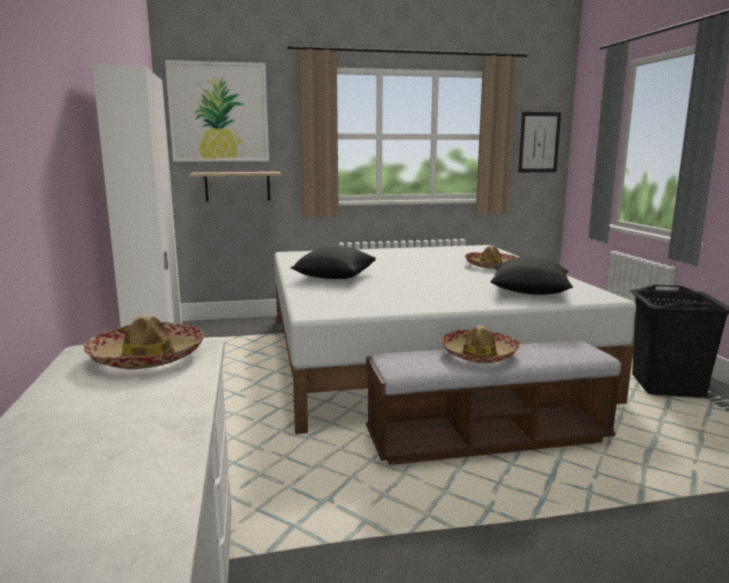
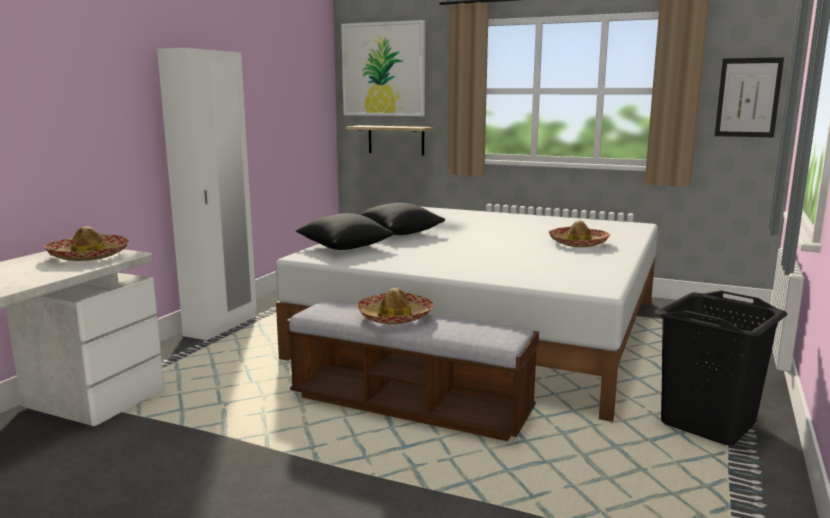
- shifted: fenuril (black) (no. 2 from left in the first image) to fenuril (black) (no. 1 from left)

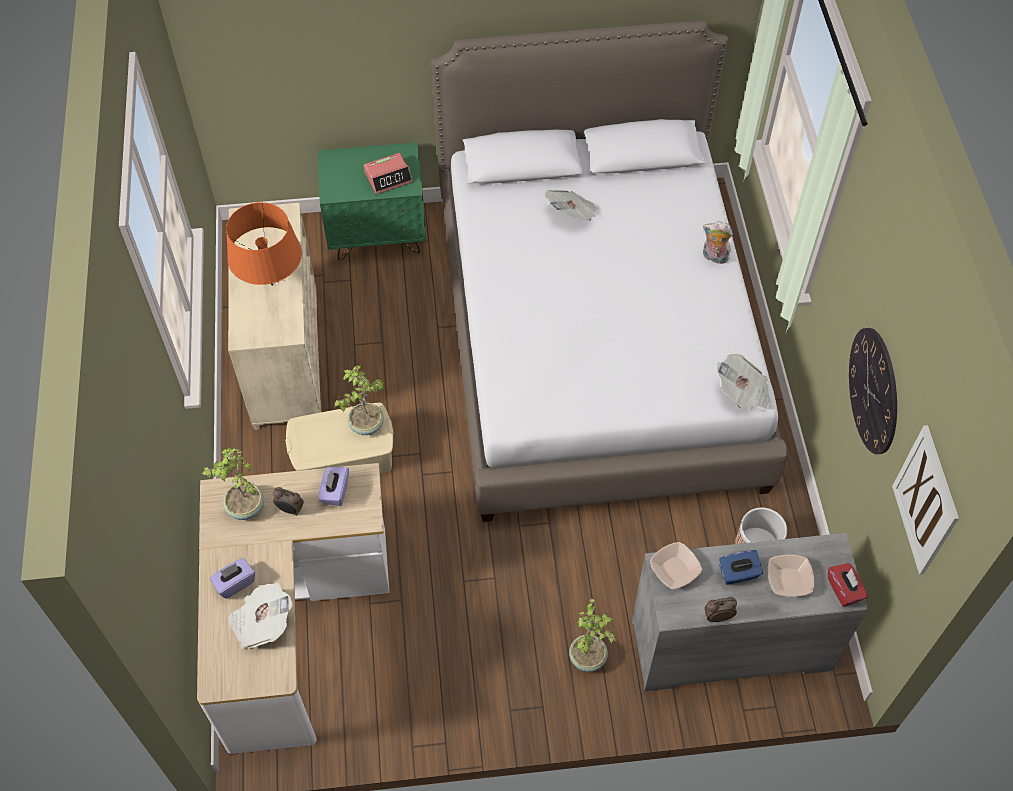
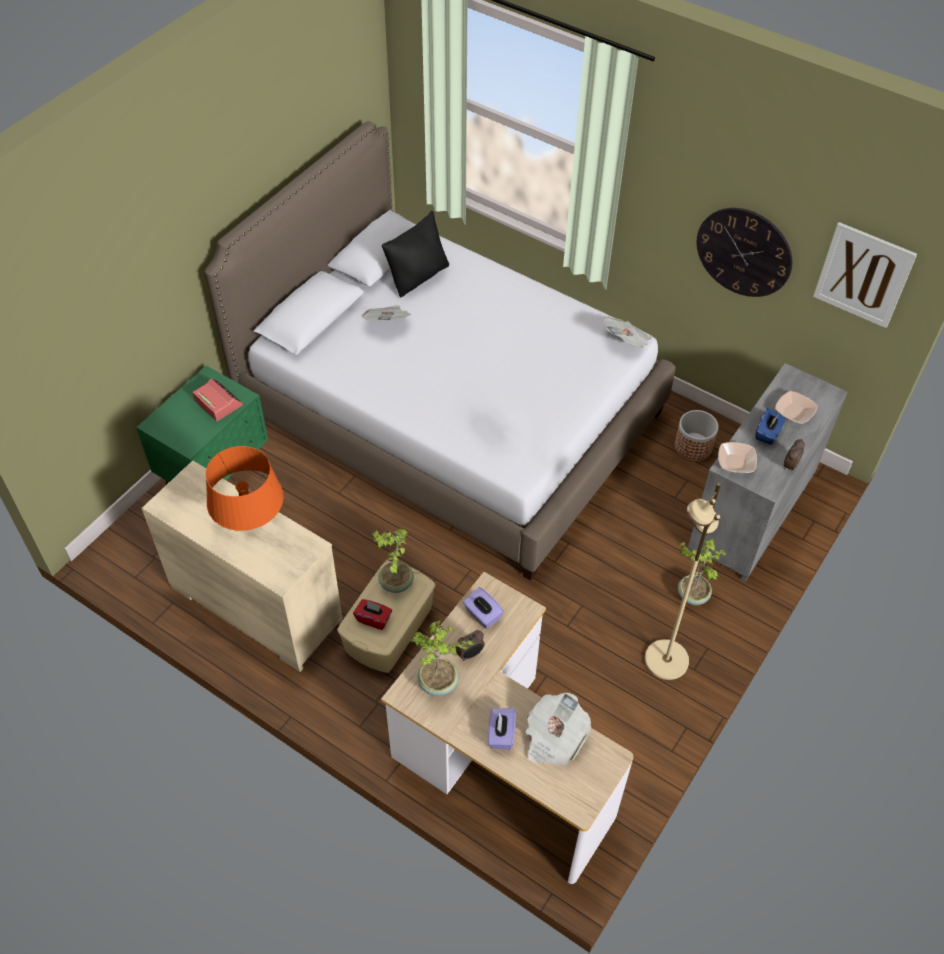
- gone: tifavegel
- new: fenuril (black)
- new: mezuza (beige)
- shifted: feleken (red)
- rotated: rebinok (no. 2 from left in the first image) 60 degrees counterclockwise

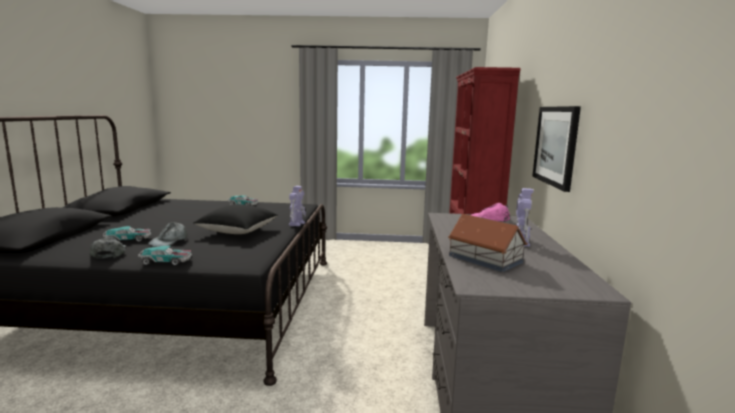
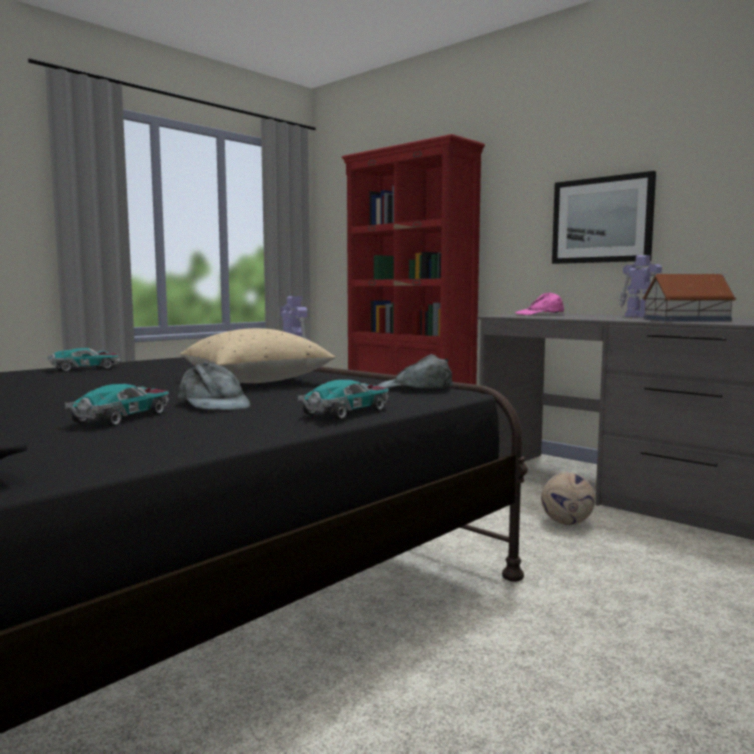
- new: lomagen
- shifted: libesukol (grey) (no. 1 from left in the first image) to libesukol (grey) (no. 2 from left)
- repainted: fenuril (black) to fenuril (beige)

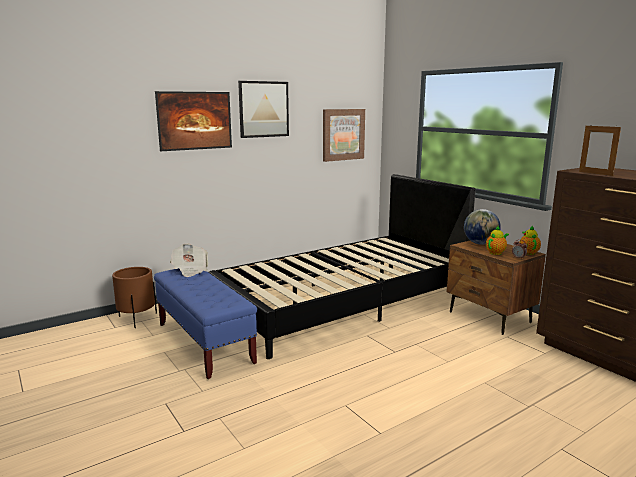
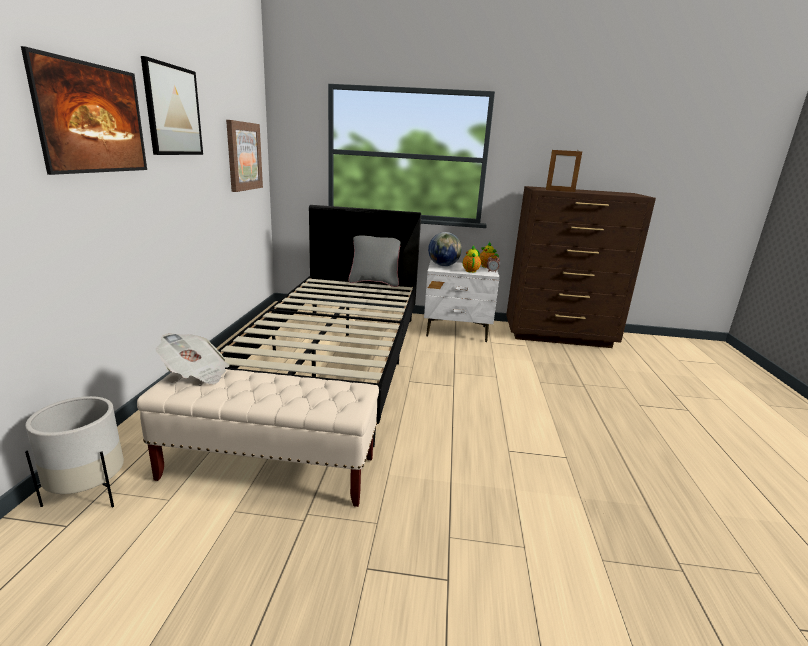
- new: fenuril (grey)
- repainted: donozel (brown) to donozel (white)
- repainted: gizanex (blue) to gizanex (beige)
- repainted: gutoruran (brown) to gutoruran (white)

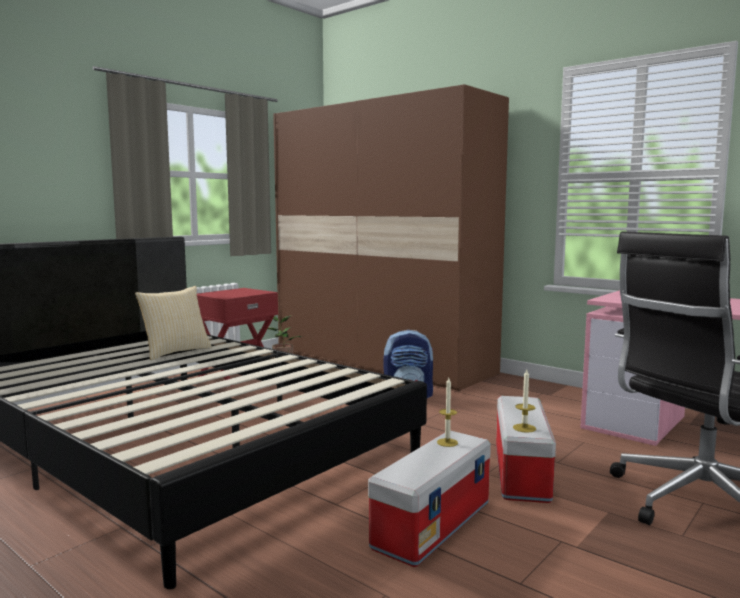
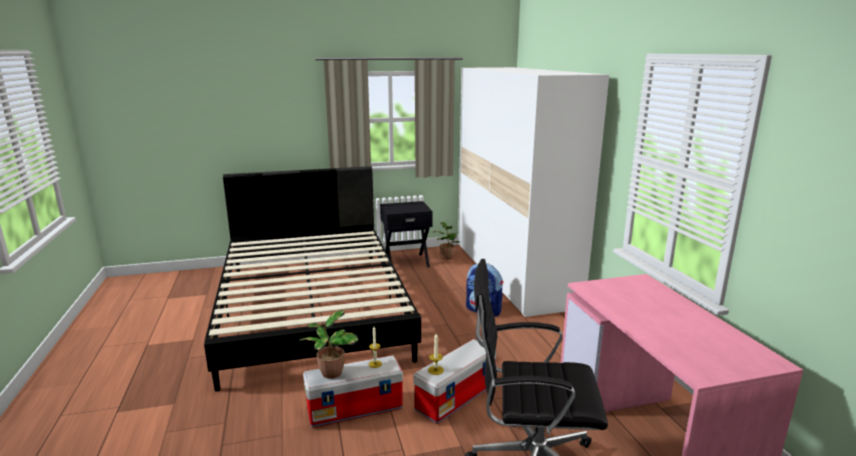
- gone: fenuril
- new: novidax (no. 1 from left)
- repainted: gutoruran (red) to gutoruran (black)
- repainted: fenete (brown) to fenete (white)

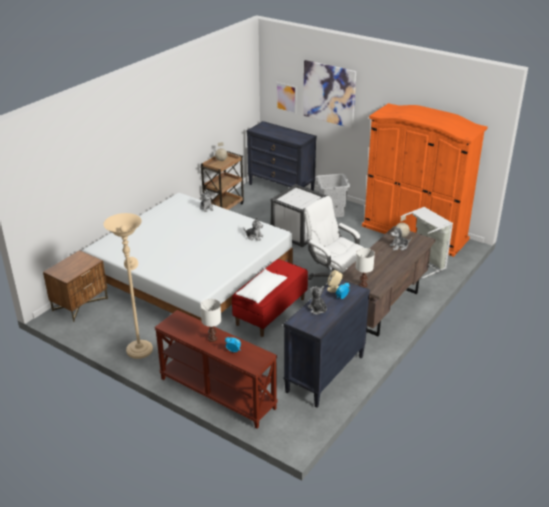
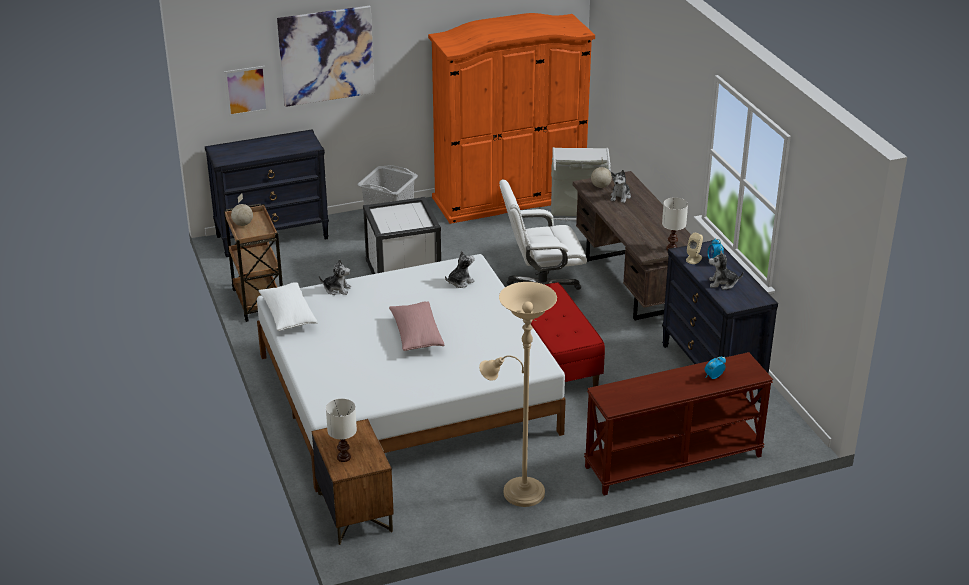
- new: fenuril (pink)
- shifted: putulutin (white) (no. 1 from left)
- shifted: fenuril (white)

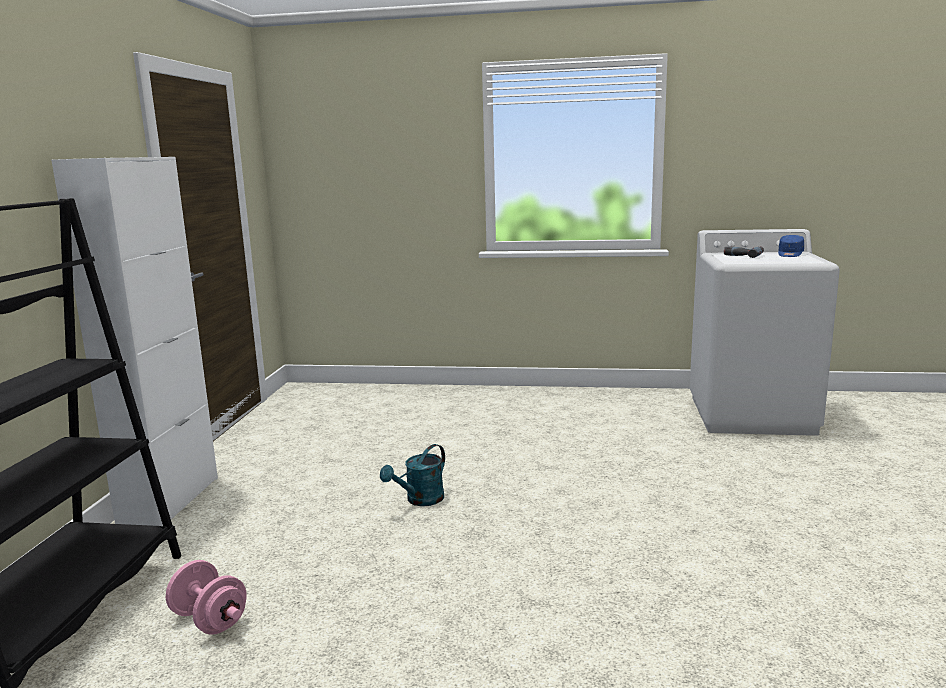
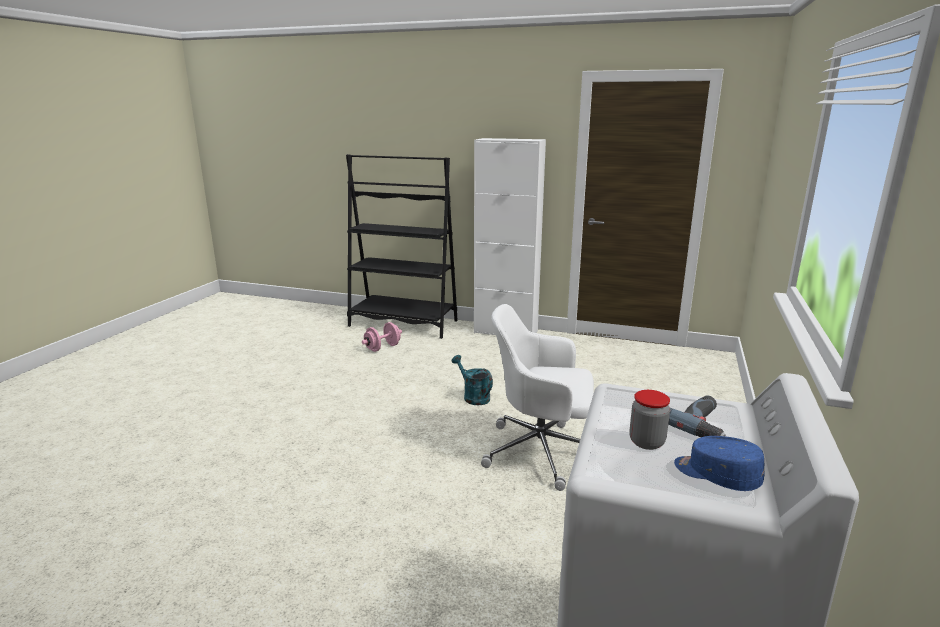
- new: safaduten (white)
- new: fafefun

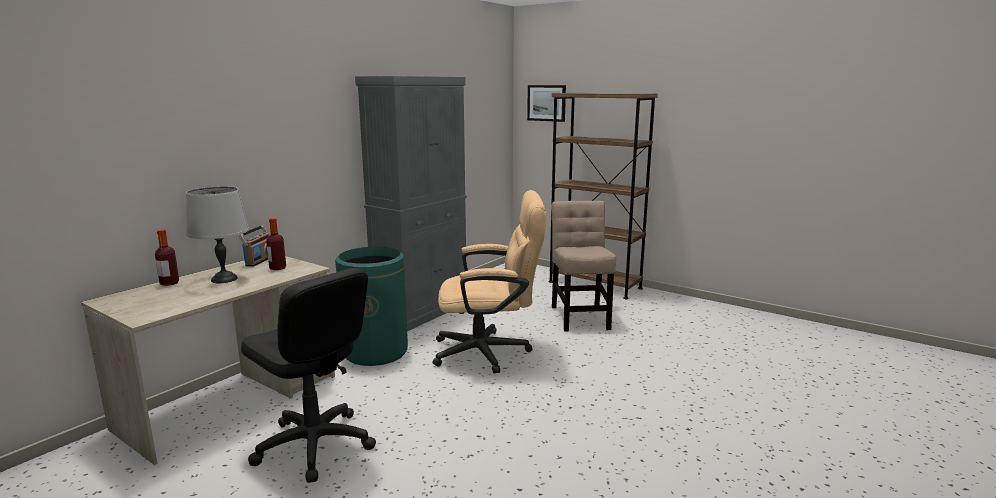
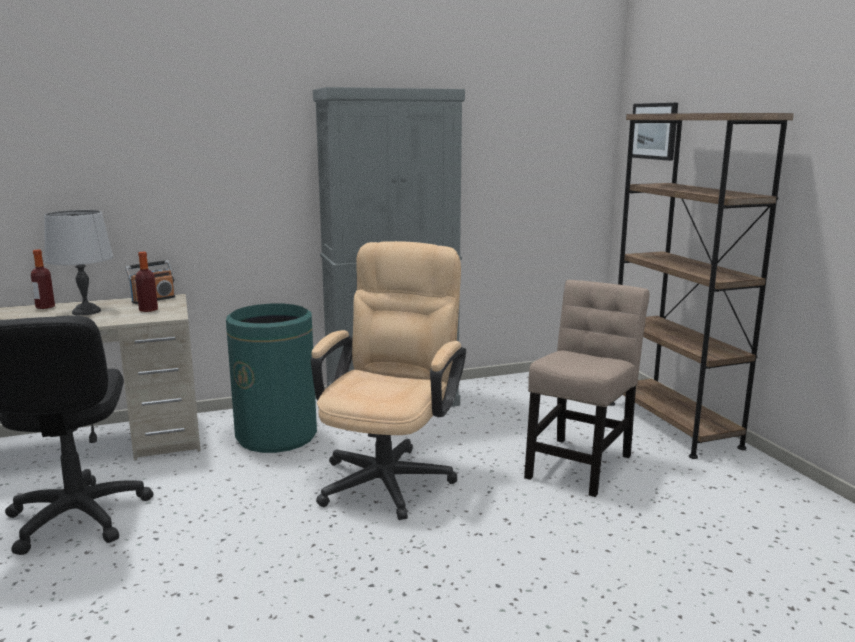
- rotated: safaduten (beige) 105 degrees counterclockwise

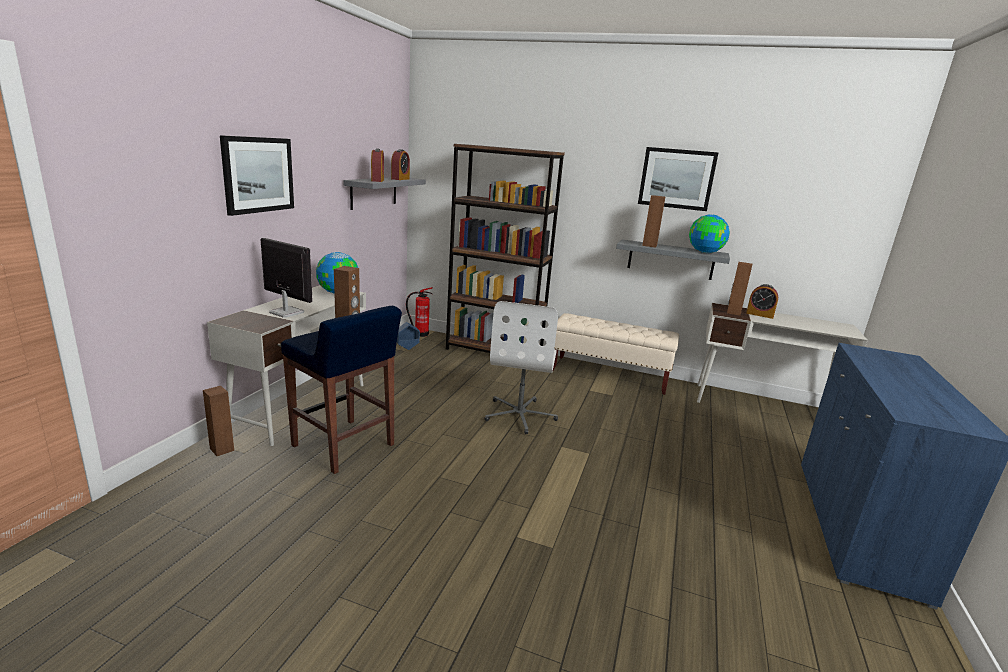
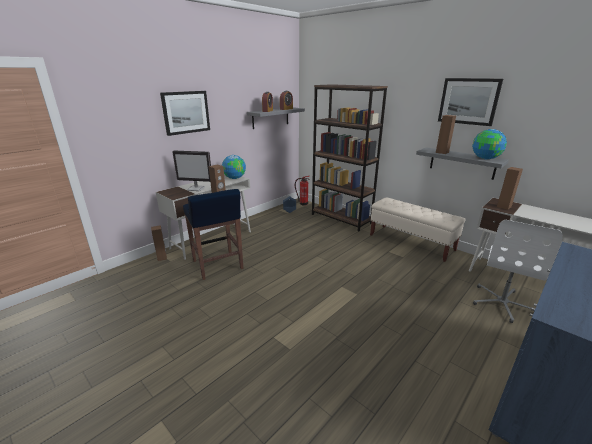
- gone: rebinok (no. 3 from left)
- shifted: safaduten (white)
- rotated: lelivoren 135 degrees clockwise

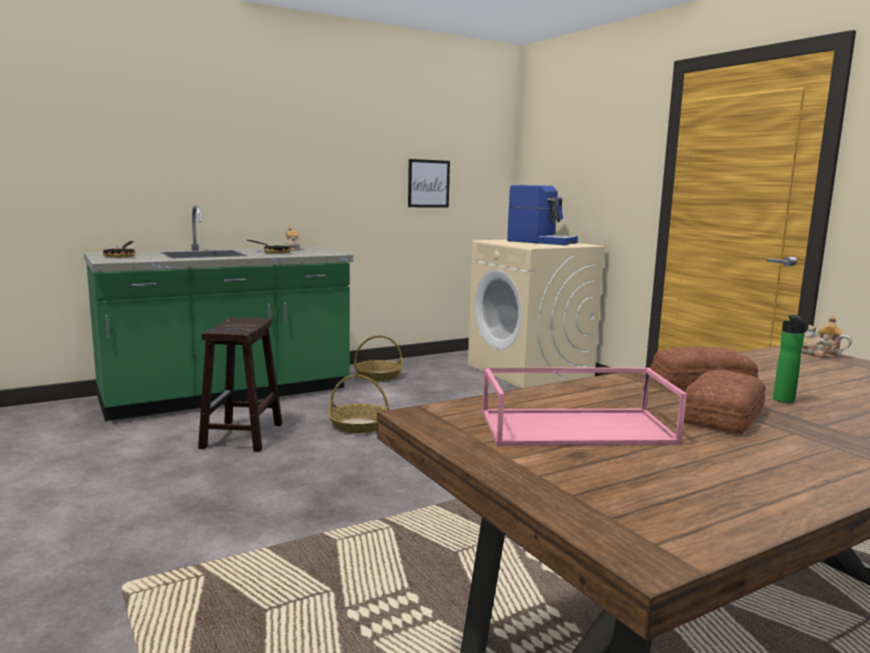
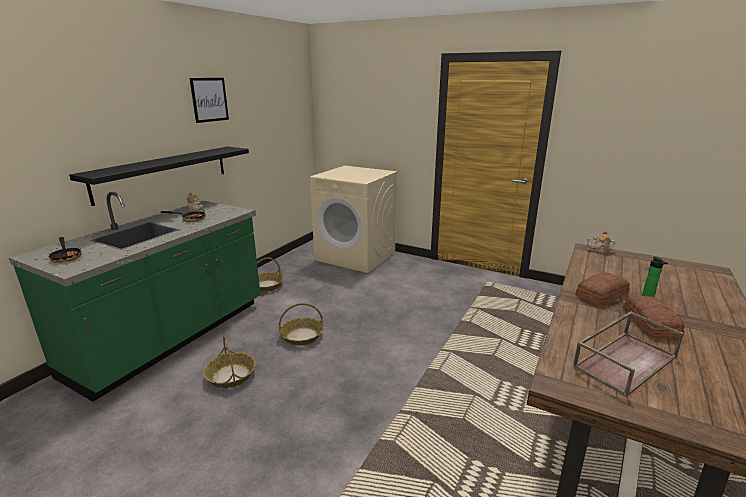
- gone: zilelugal
- new: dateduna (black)
- shifted: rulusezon
- swapped: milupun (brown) to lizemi (no. 1 from left)
- repainted: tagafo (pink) to tagafo (brown)

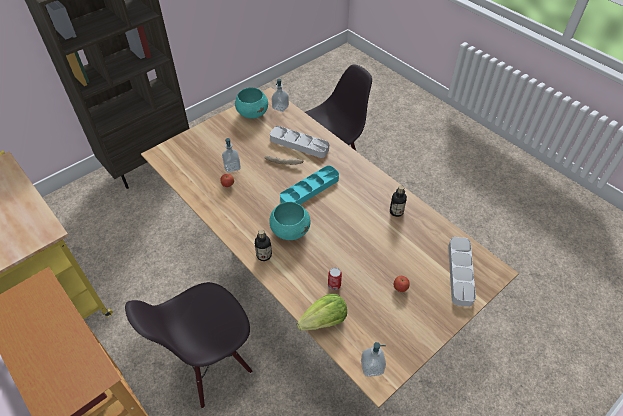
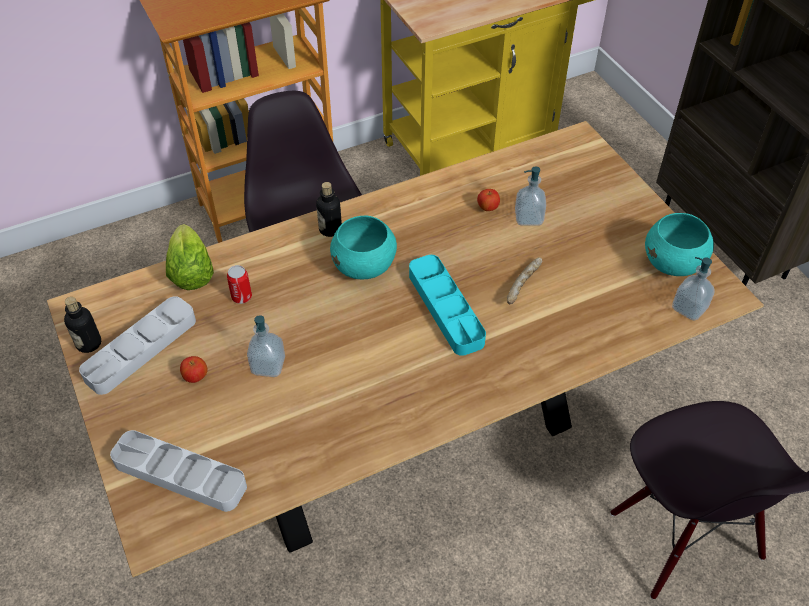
- shifted: tagafo (grey) (no. 1 from left)
- shifted: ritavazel (no. 3 from left in the first image) to ritavazel (no. 1 from left)
- shifted: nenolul (no. 2 from left in the first image) to nenolul (no. 1 from left)

